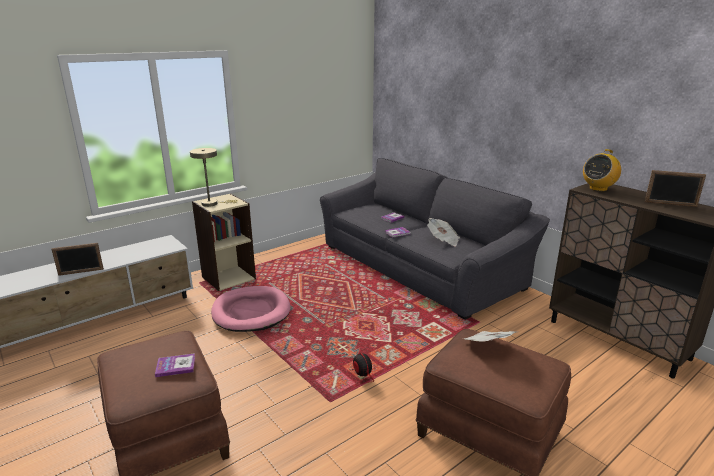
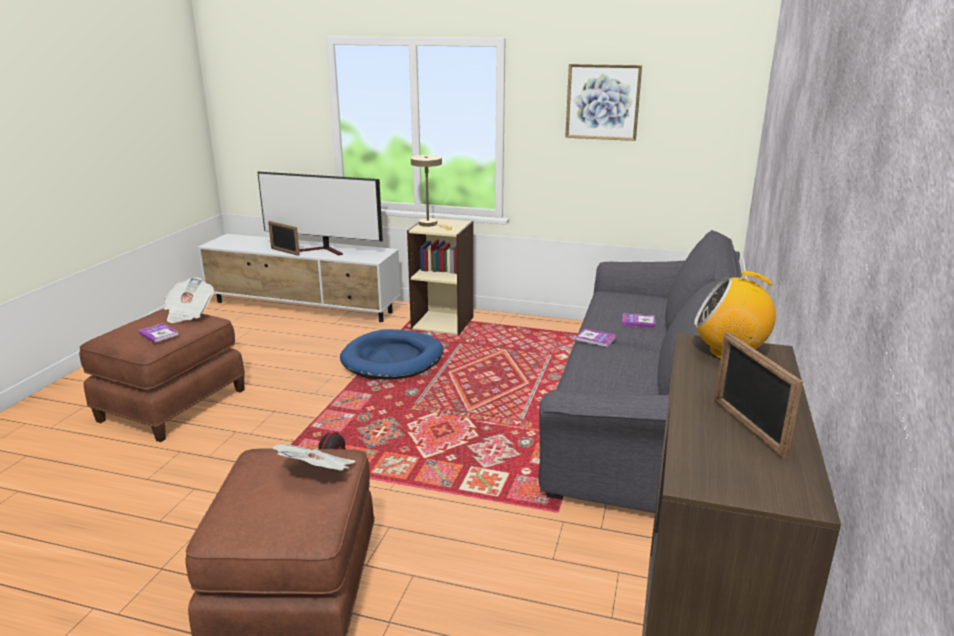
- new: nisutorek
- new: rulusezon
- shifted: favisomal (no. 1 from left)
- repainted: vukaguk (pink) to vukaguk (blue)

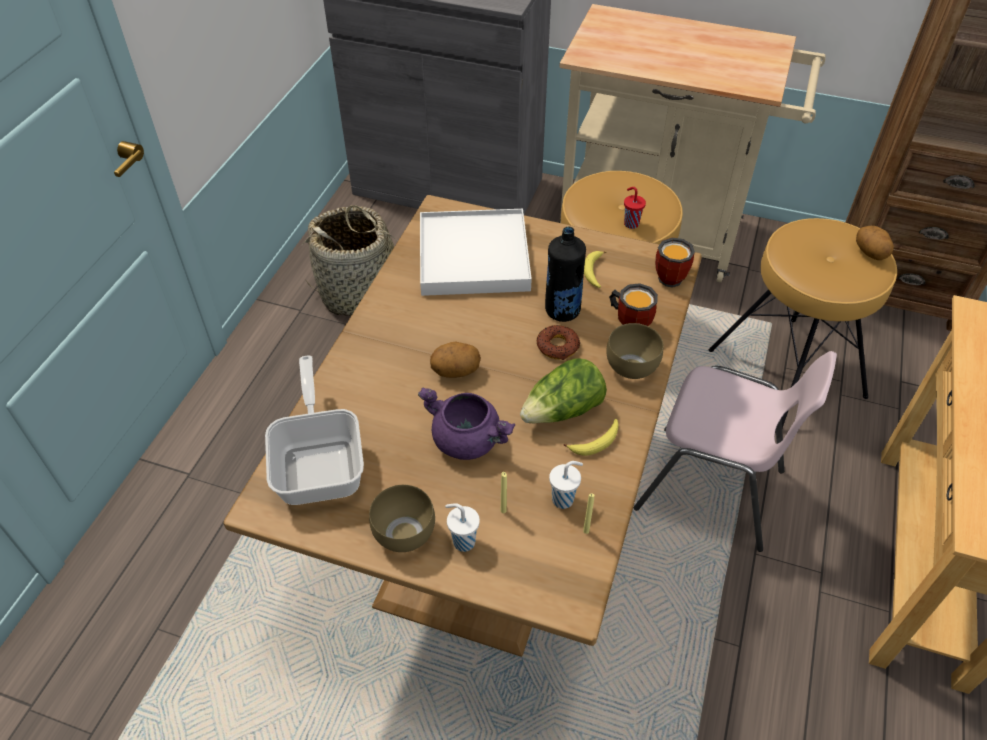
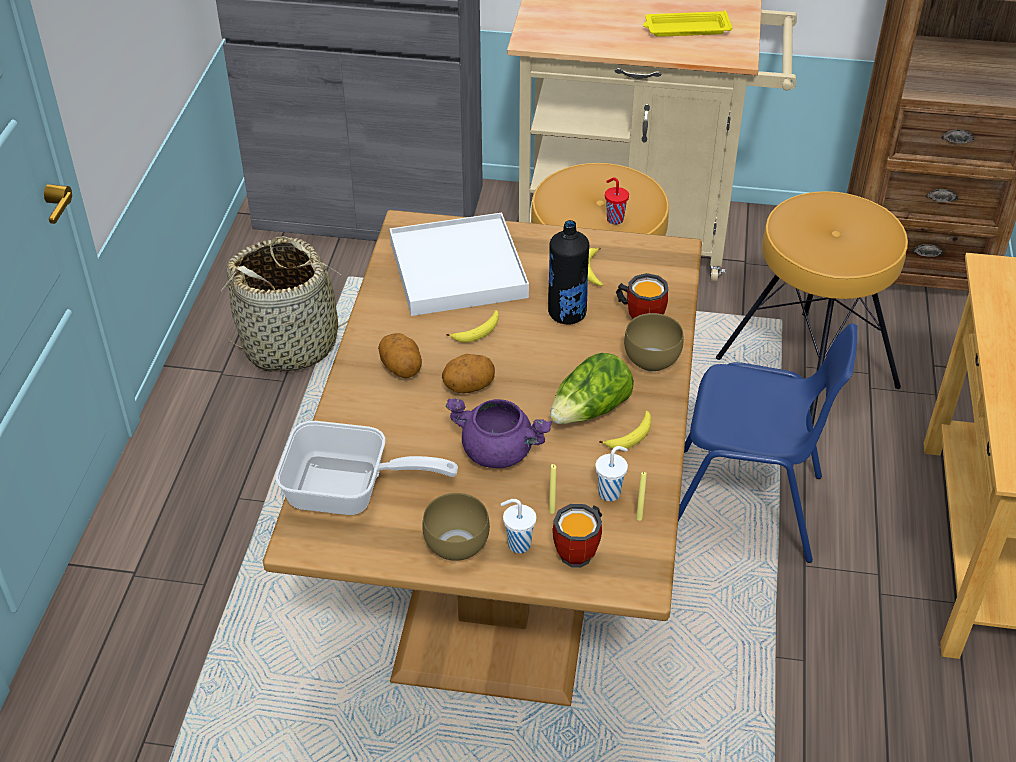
- gone: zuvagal
- new: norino (no. 1 from left)
- new: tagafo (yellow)
- shifted: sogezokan (no. 2 from left in the first image) to sogezokan (no. 1 from left)
- shifted: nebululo (no. 2 from left in the first image) to nebululo (no. 1 from left)
- repainted: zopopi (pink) to zopopi (blue)
- rotated: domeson 120 degrees clockwise

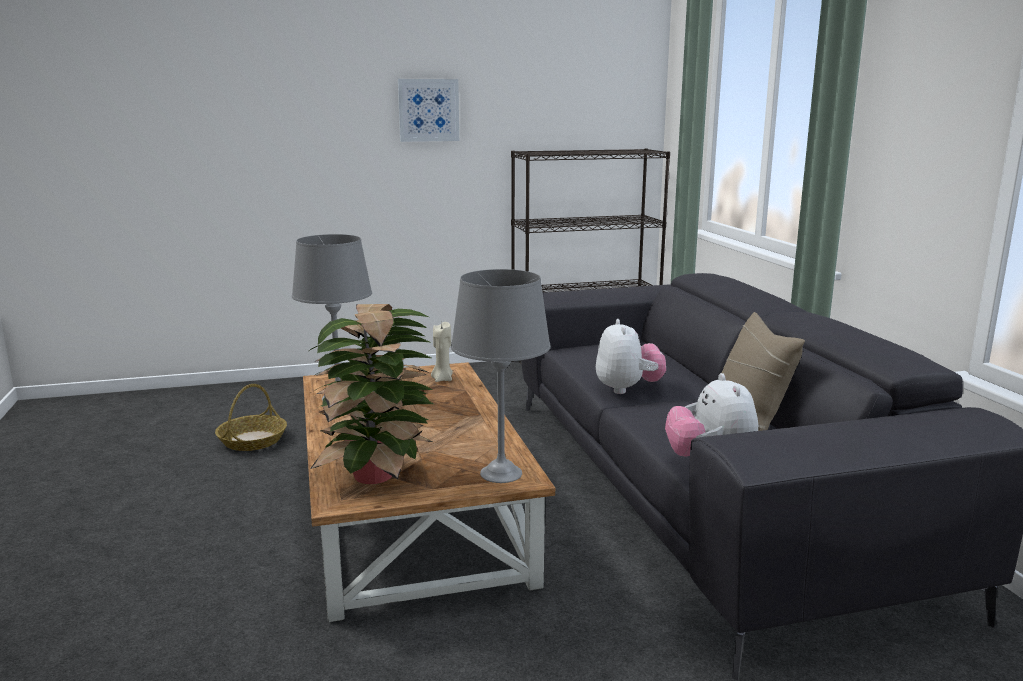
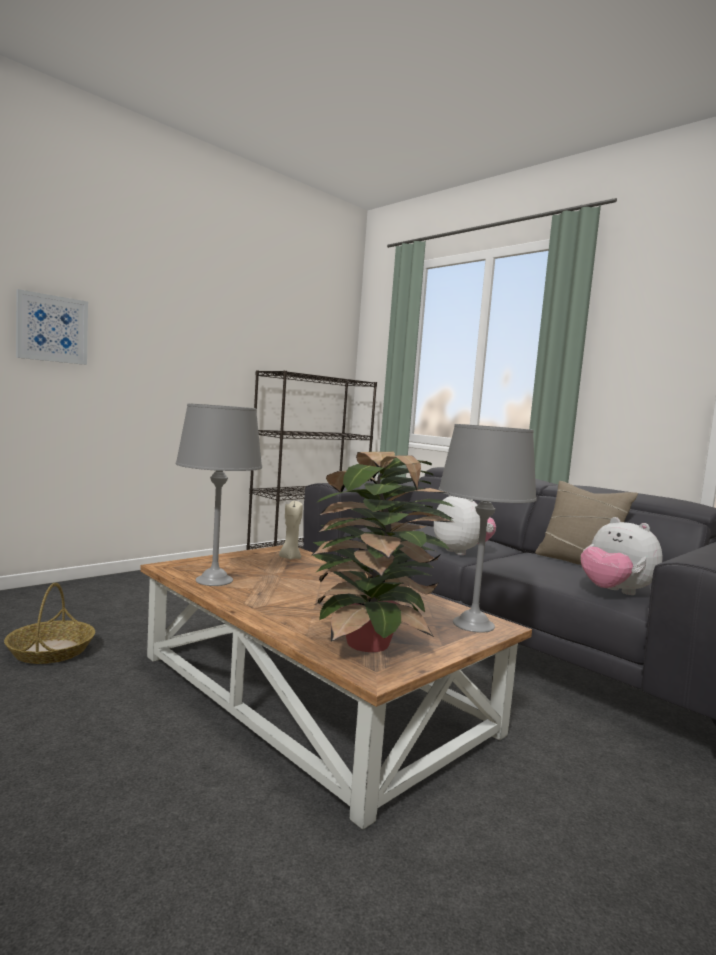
- shifted: rulusezon

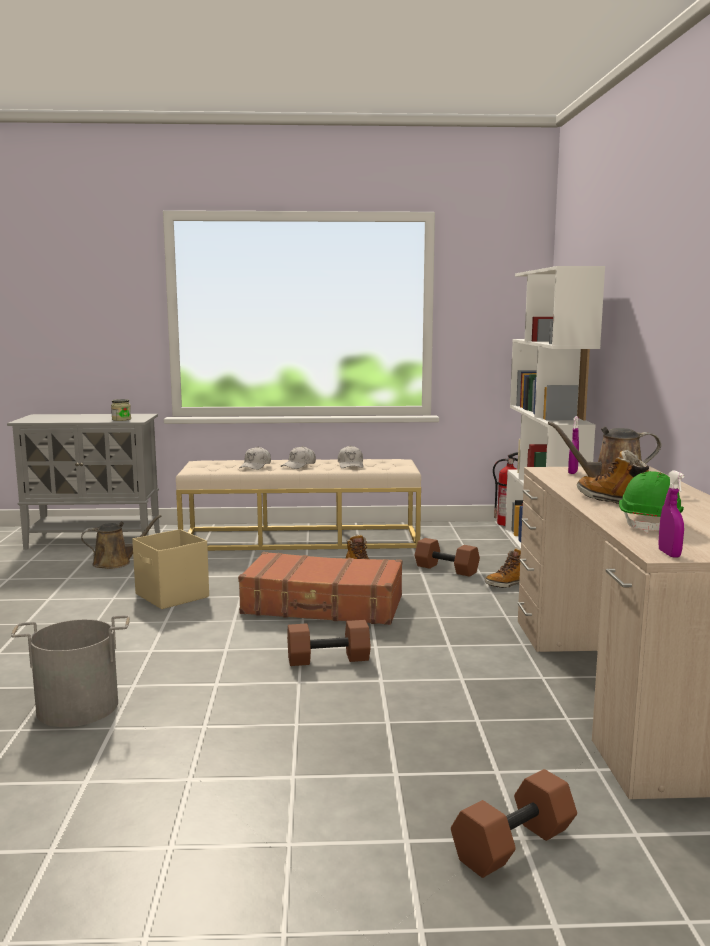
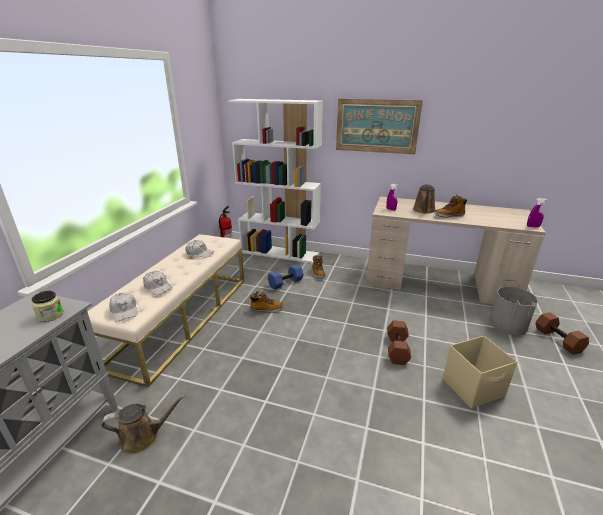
- gone: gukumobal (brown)
- gone: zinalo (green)
- new: rulusezon
- shifted: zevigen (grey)
- shifted: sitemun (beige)
- shifted: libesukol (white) (no. 2 from left in the first image) to libesukol (white) (no. 1 from left)
- repainted: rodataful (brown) (no. 2 from left) to rodataful (blue)
- rotated: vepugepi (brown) (no. 1 from left) 75 degrees clockwise

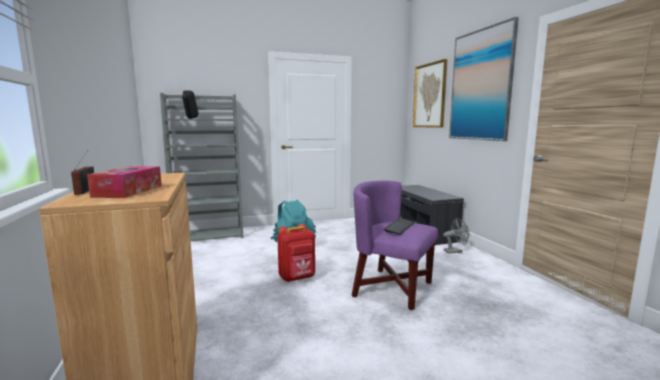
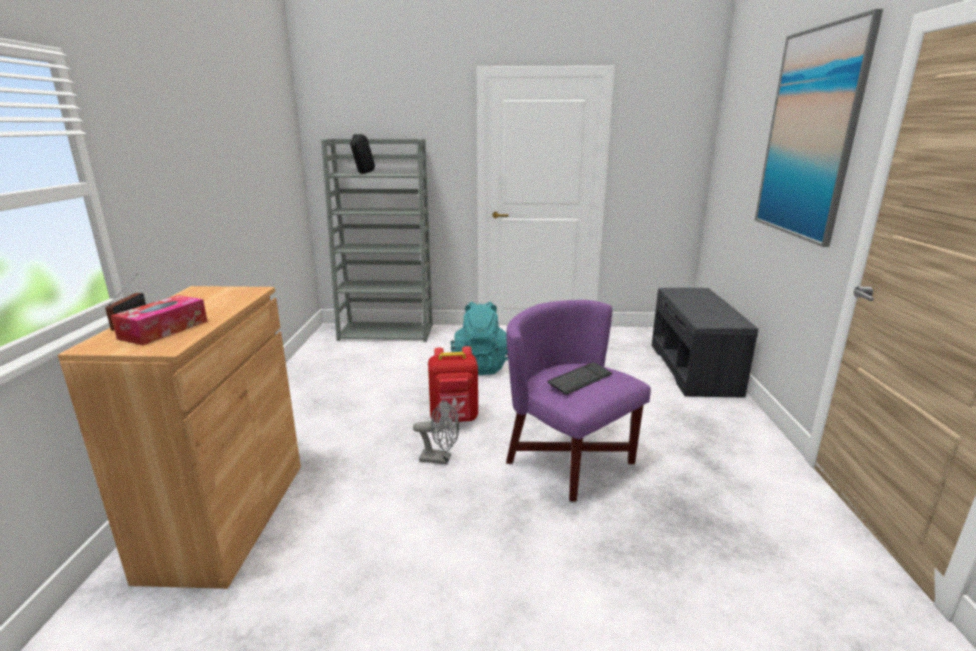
- gone: rulusezon (no. 1 from left)
- shifted: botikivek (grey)

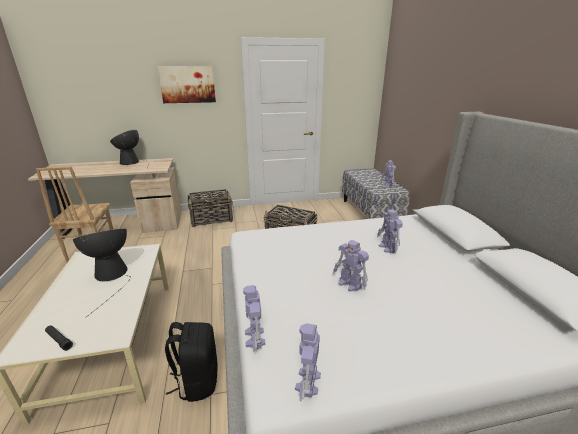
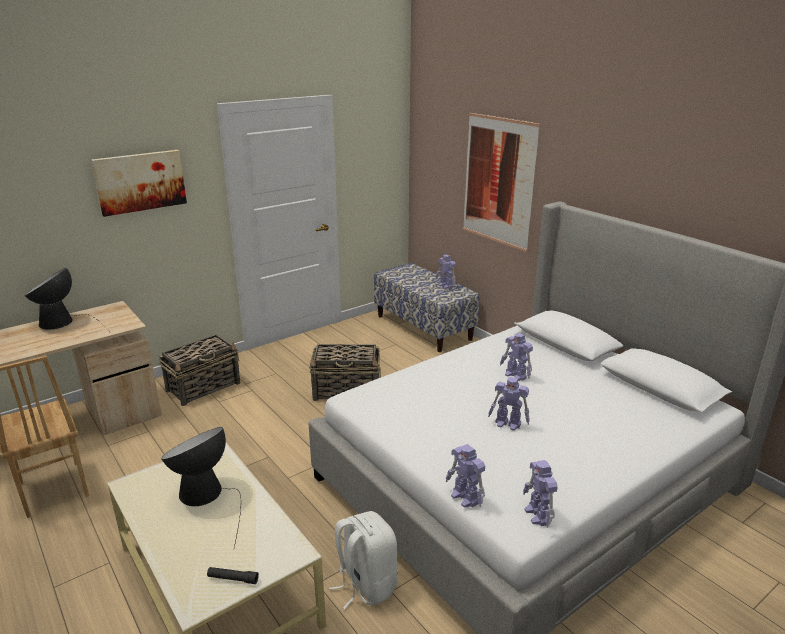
- new: rulusezon (no. 2 from left)
- repainted: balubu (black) to balubu (white)

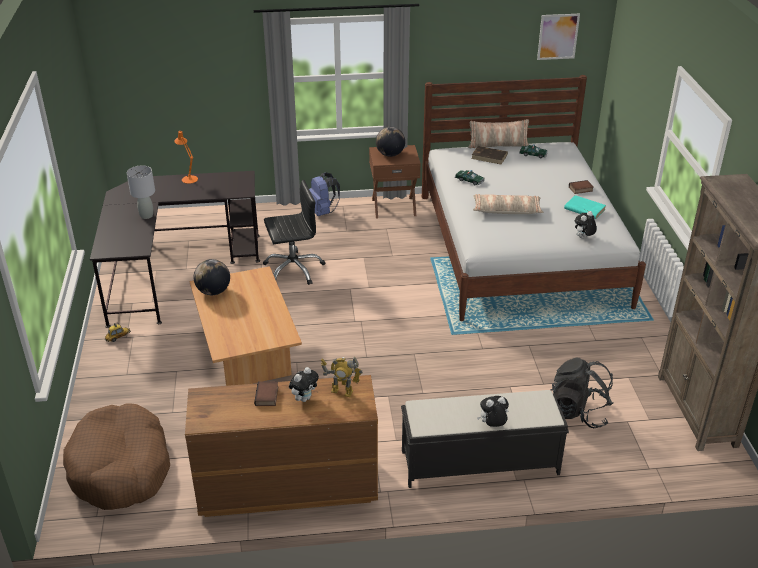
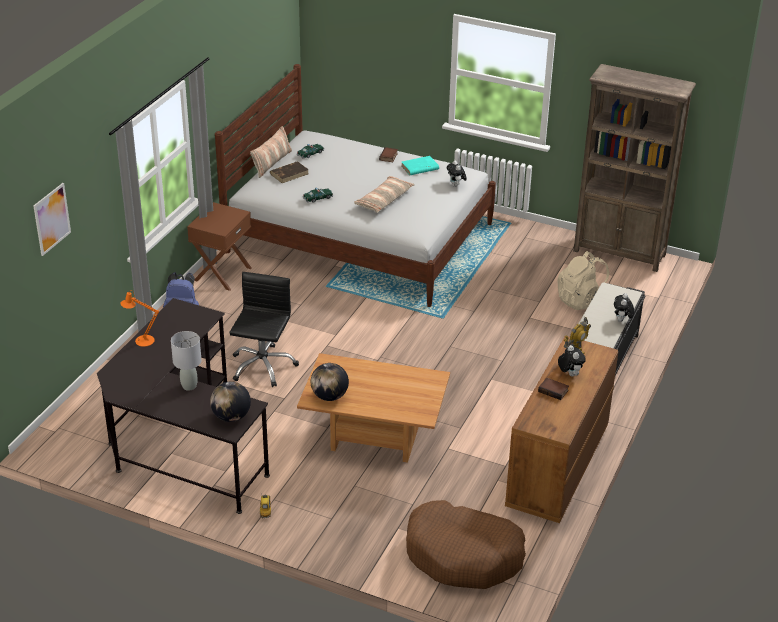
- shifted: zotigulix (no. 2 from left in the first image) to zotigulix (no. 1 from left)
- shifted: rulusezon
- repainted: balubu (black) to balubu (beige)

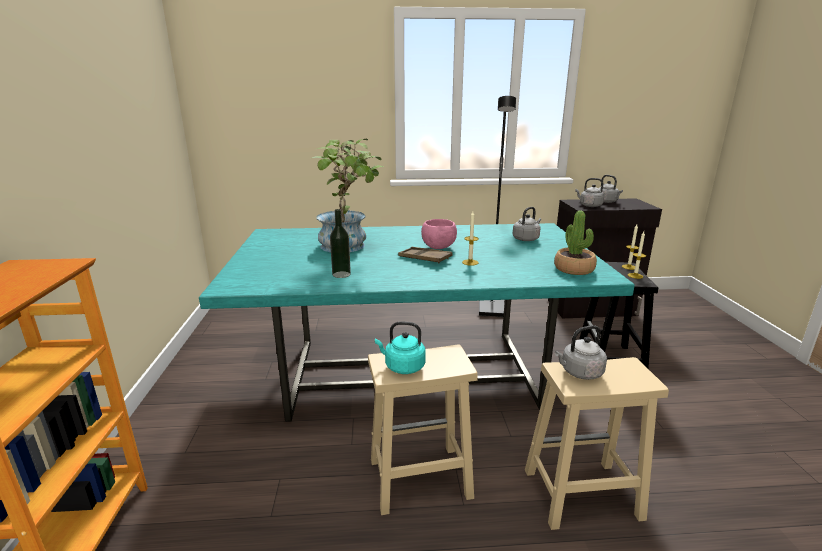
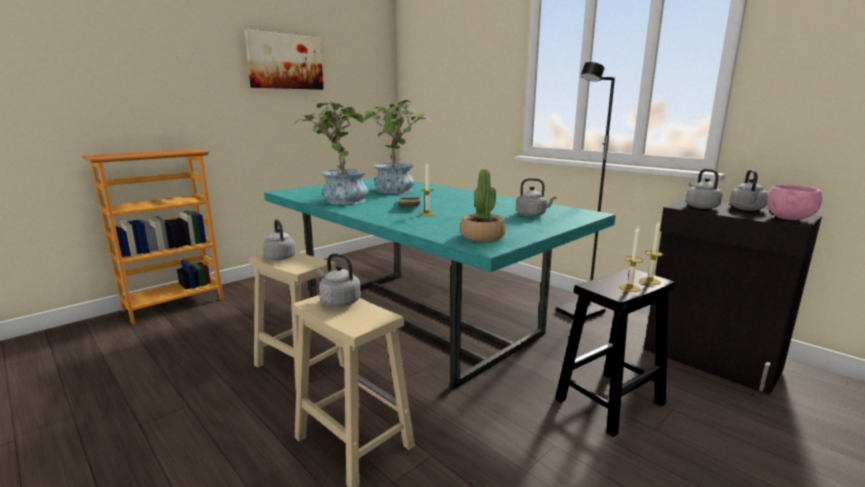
- new: rulusezon
- shifted: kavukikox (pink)
- swapped: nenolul to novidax (no. 1 from left)
- repainted: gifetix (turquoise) to gifetix (grey) (no. 1 from left)

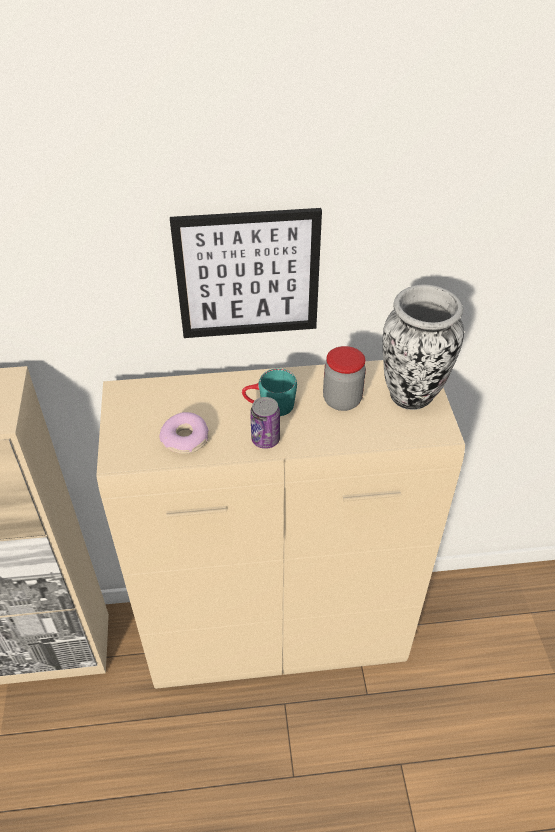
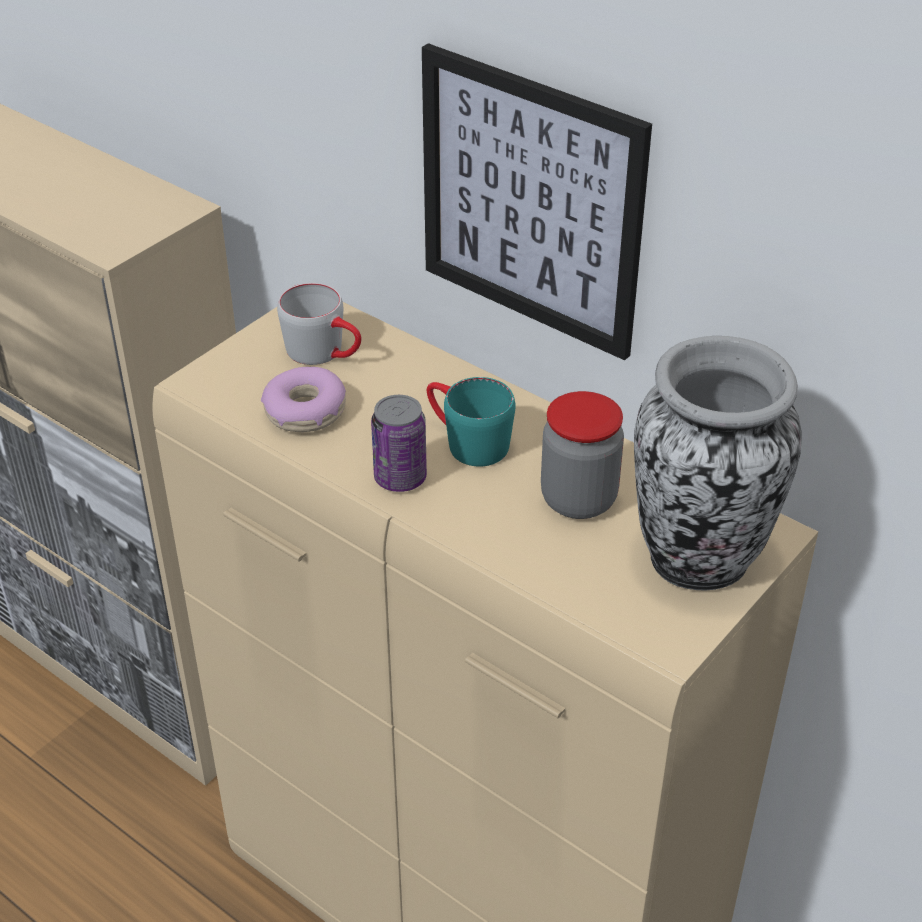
- new: sogezokan (grey)

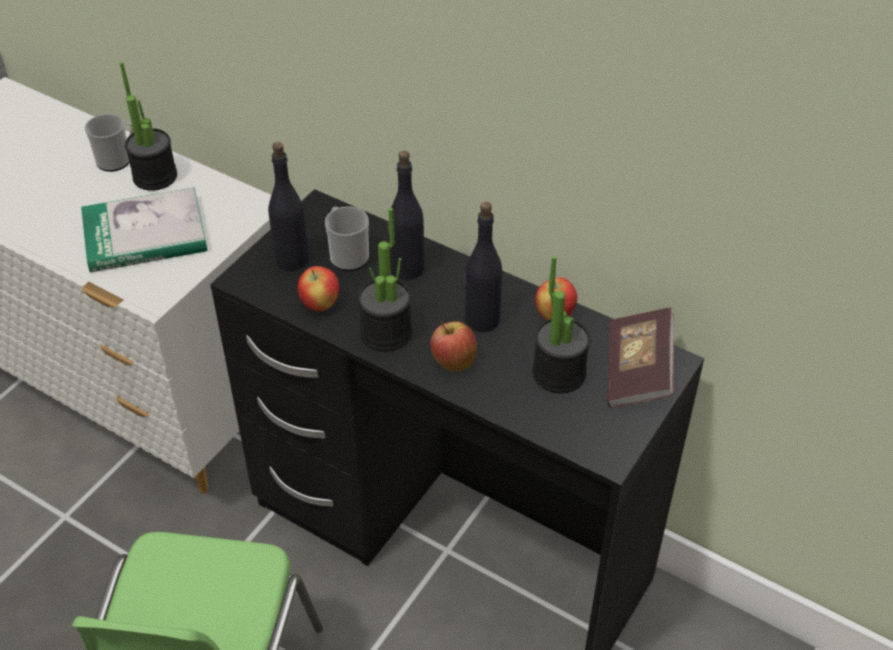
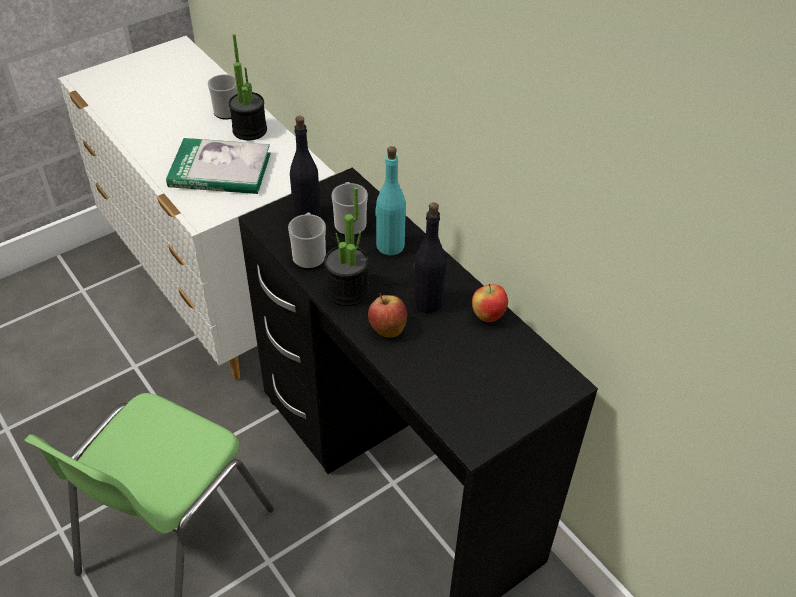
- gone: novidax (no. 3 from left)
- gone: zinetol (no. 2 from left)
- swapped: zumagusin (no. 1 from left) to sogezokan (no. 2 from left)
- repainted: nenolul (black) (no. 2 from left) to nenolul (turquoise)

